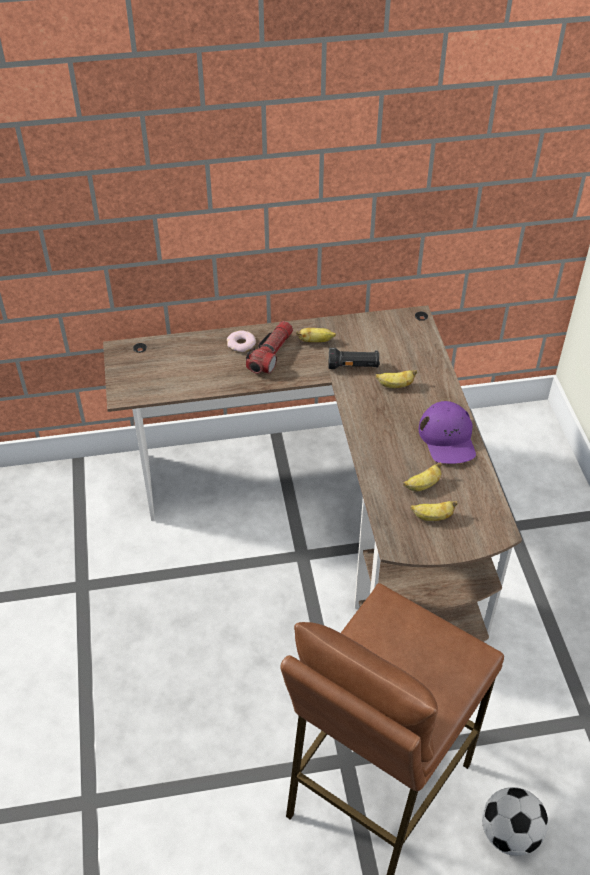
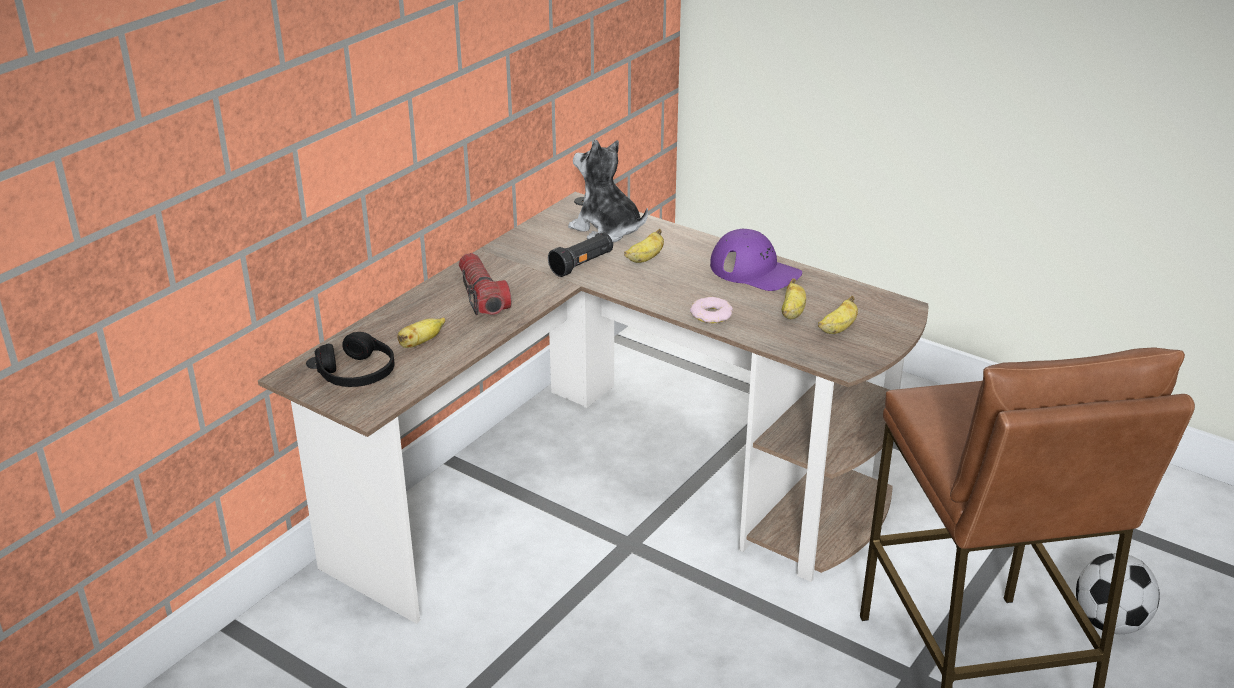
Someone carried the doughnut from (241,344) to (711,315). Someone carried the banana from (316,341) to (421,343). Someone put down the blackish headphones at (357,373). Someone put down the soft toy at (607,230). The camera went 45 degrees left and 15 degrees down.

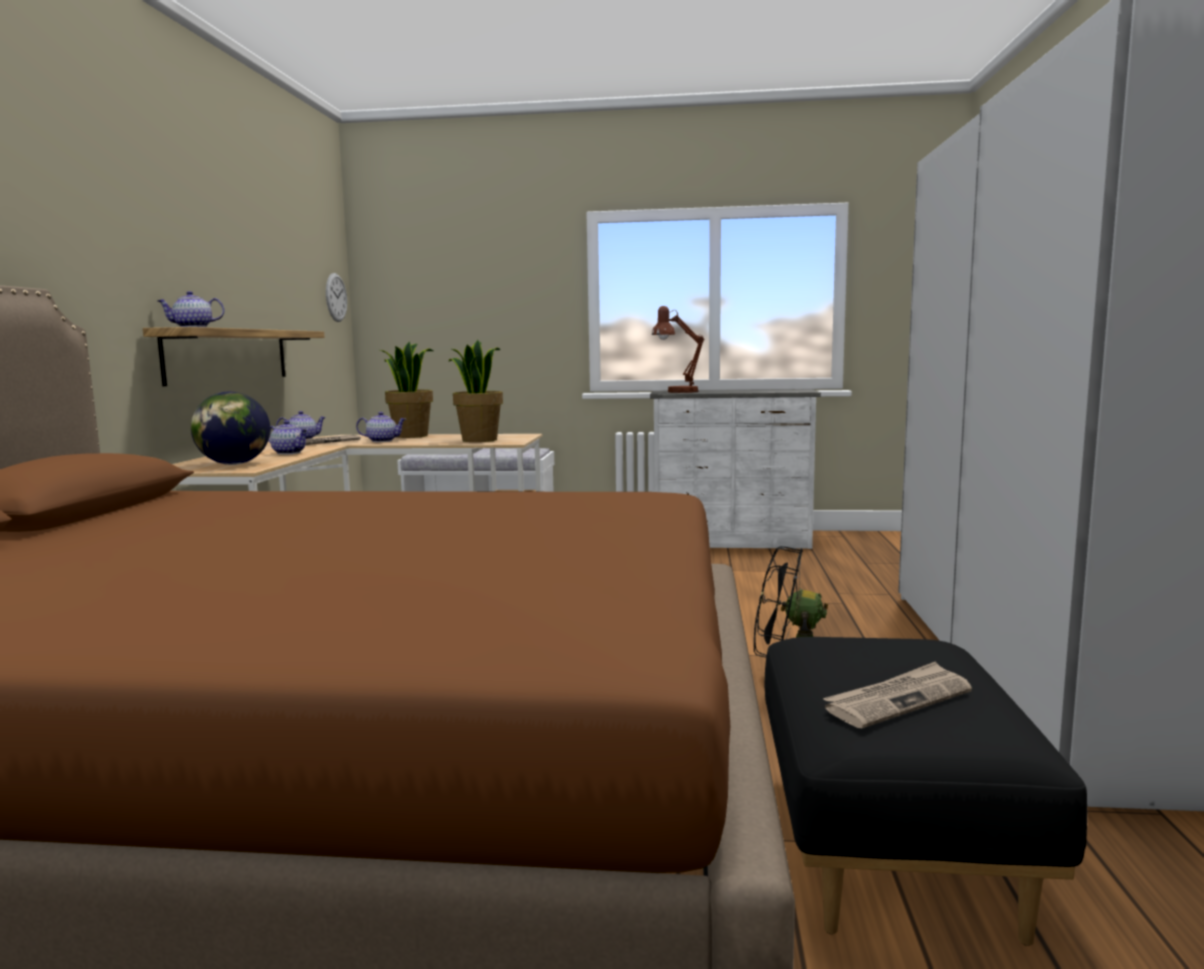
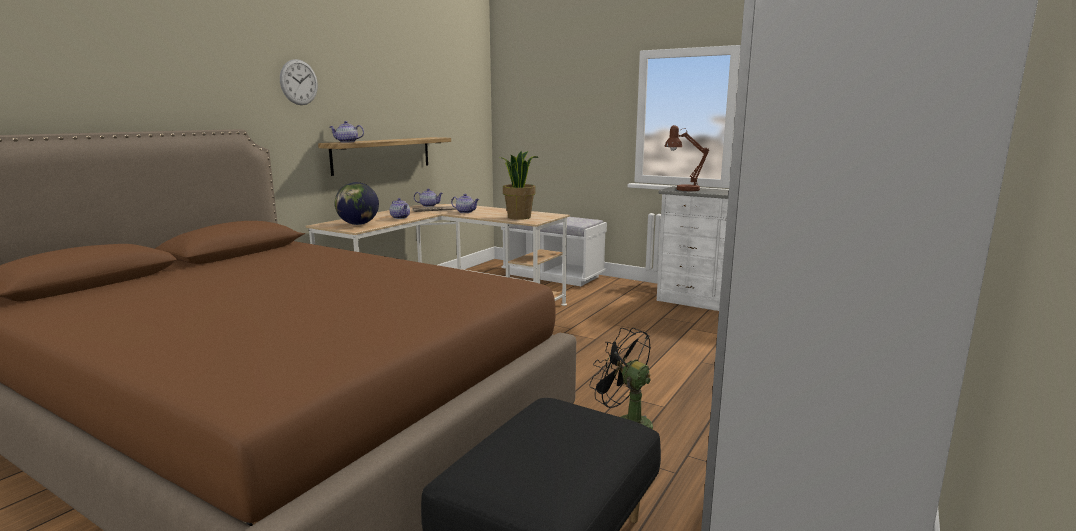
Someone carried the wall clock from (336,297) to (299,82). Someone took away the potted plant at (410,436). Someone took away the newspaper at (898,699). The camera went 25 degrees right and 5 degrees up.

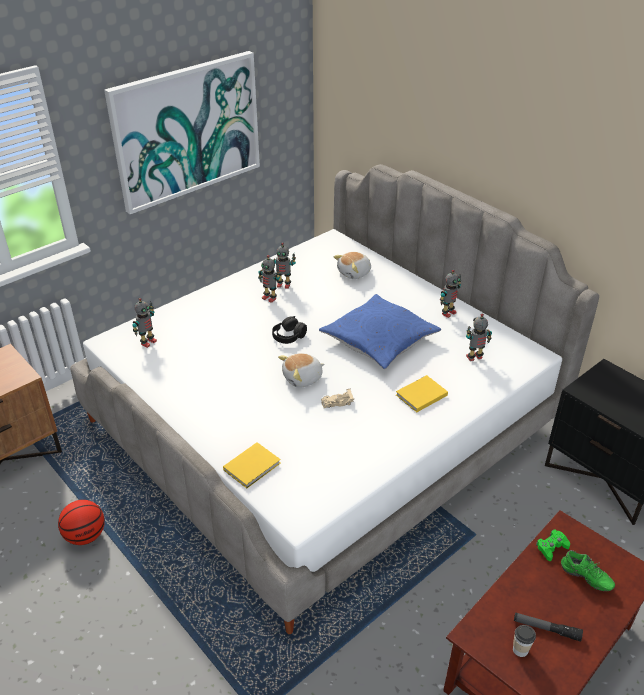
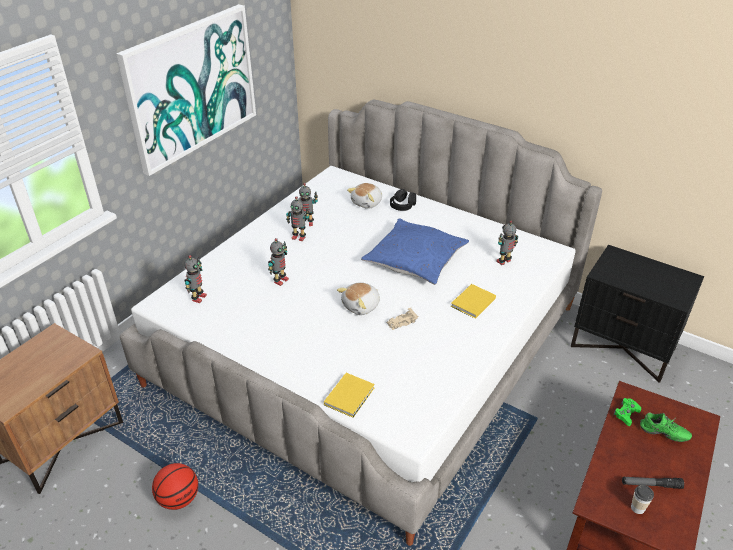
Someone carried the blackish headphones from (289,336) to (402,205). Someone carried the toy robot from (448,313) to (280,280). The camera went 15 degrees left and 0 degrees up.

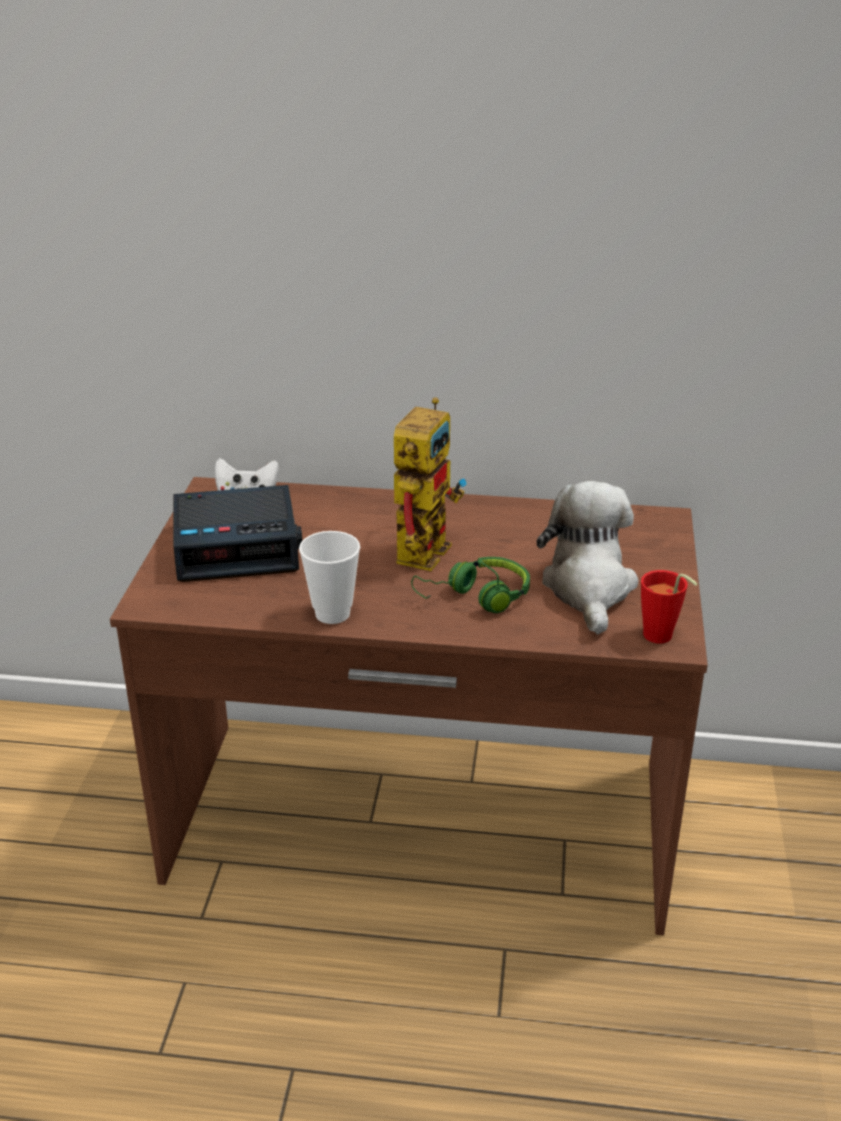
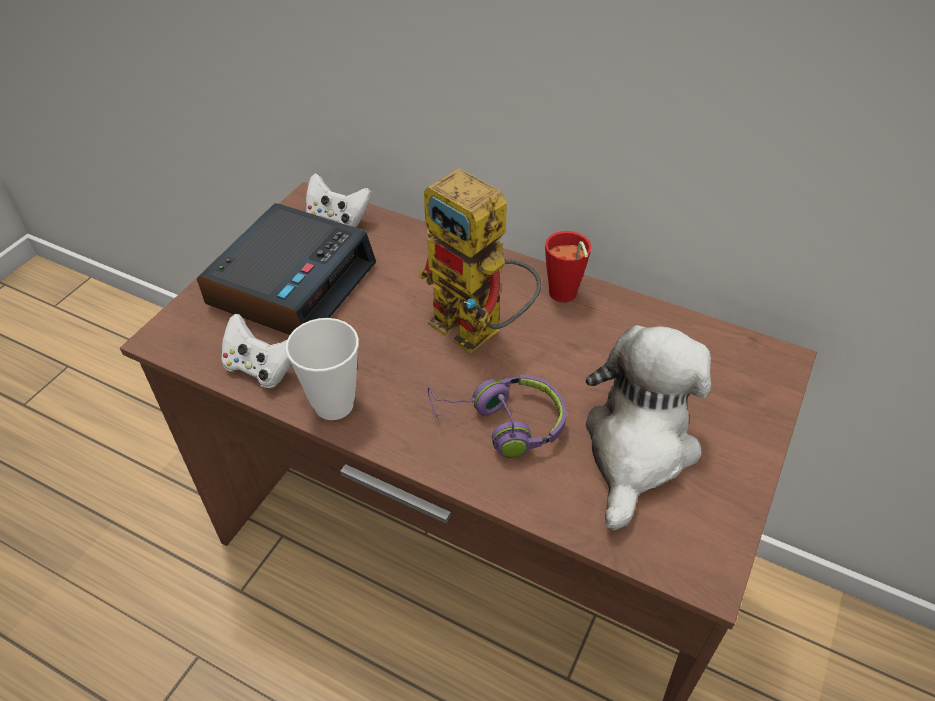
Someone rotated the alarm clock at (238,546) by 75 degrees counterclockwise. Someone rotated the toy robot at (423,546) by 90 degrees clockwise. Someone repainted the greenish headphones at (476,597), which became the purple headphones at (501,424). Someone carried the reddish small cup from (661,638) to (564,297). Someone put down the white joypad at (261,368). The camera went 20 degrees right and 15 degrees up.

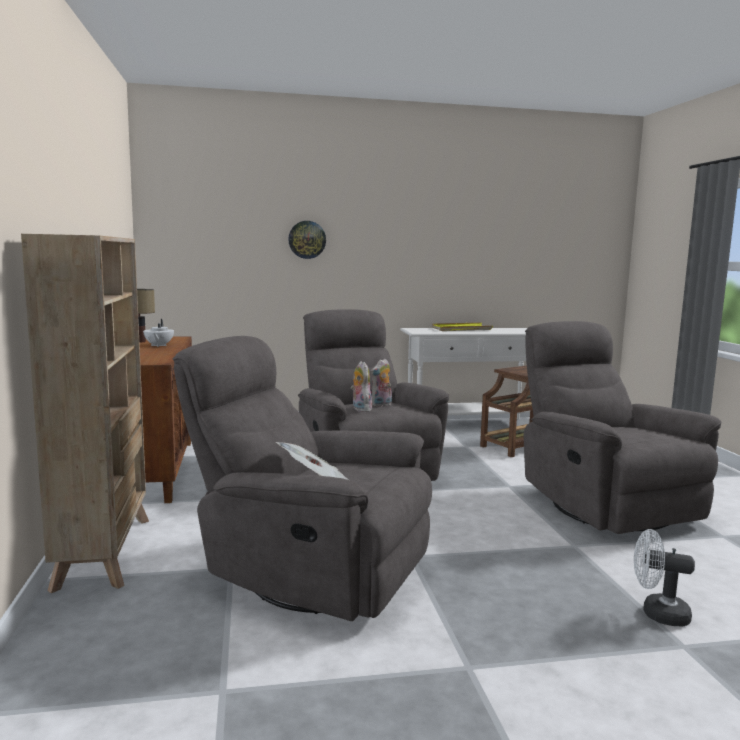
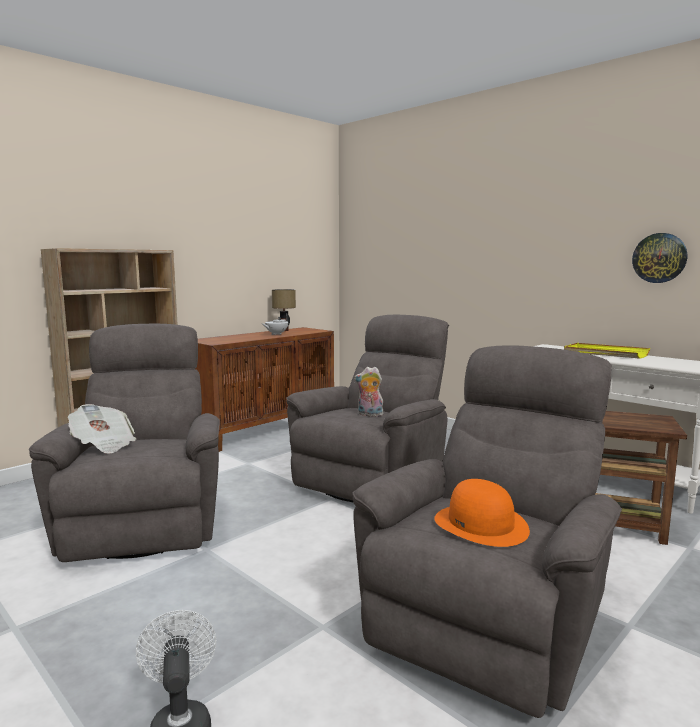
Someone carried the wall clock from (307,239) to (659,258). Someone took away the soft toy at (360,409). Someone put down the orange-coloured hat at (481,524). The camera went 55 degrees right and 0 degrees up.

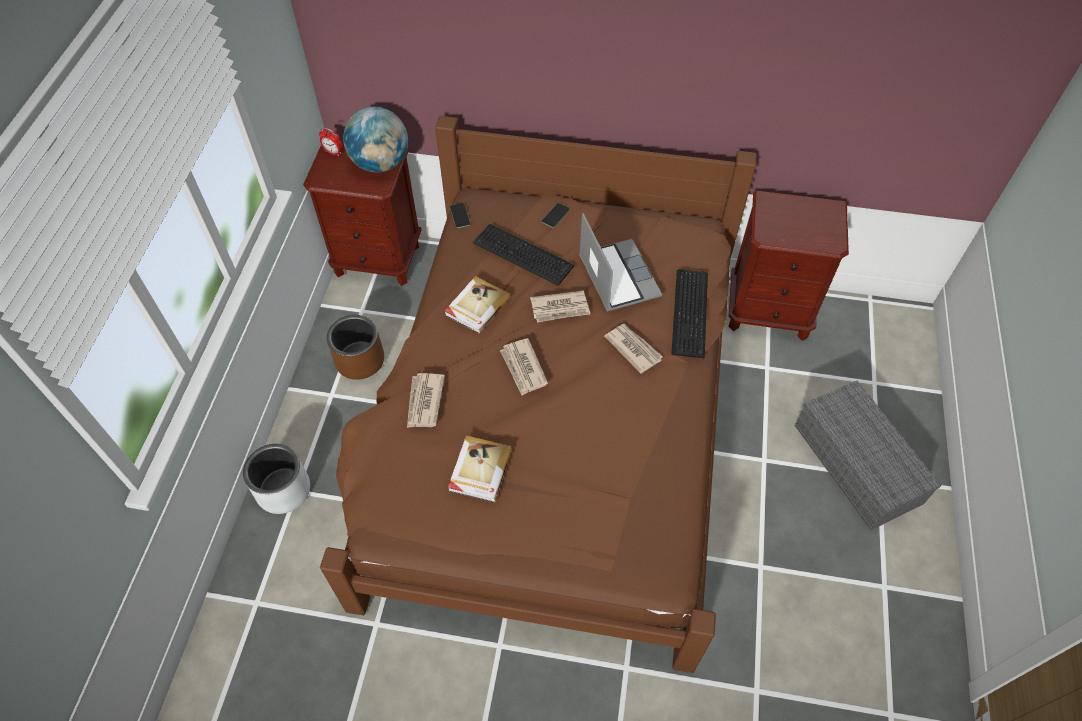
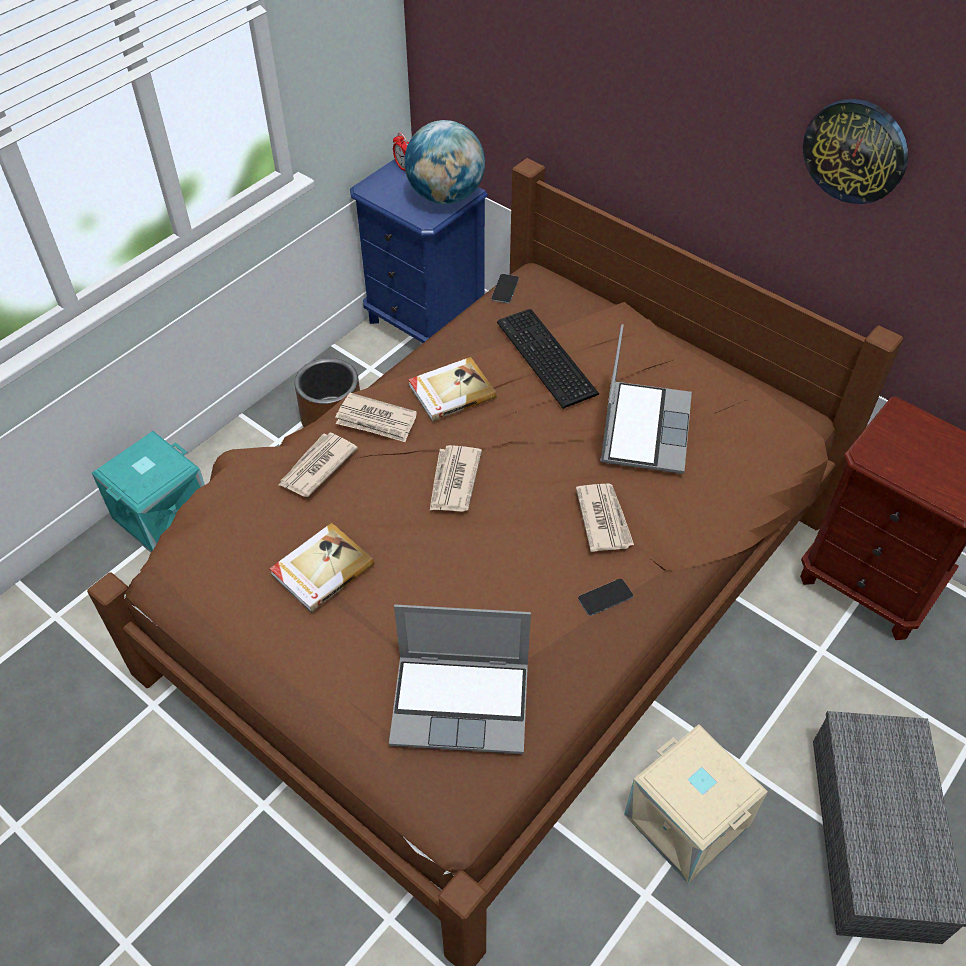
Someone swapped the gray flower pot at (283,489) for the turquoise-coloured storage bin at (162,515). Someone repainted the brownish bedside table at (377,259), which became the blue bedside table at (424,322). Someone carried the newspaper from (560,308) to (376,421). Someone carried the telephone from (555,215) to (605,597). Someone took away the PC keyboard at (692,312). Someone put down the laptop at (462,703). Someone put down the beige-coloured storage bin at (684,821). Someone put up the wall clock at (855,151). The camera went 30 degrees right and 5 degrees down.

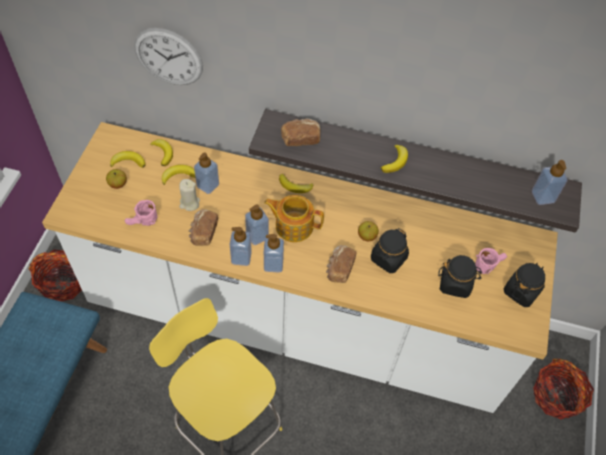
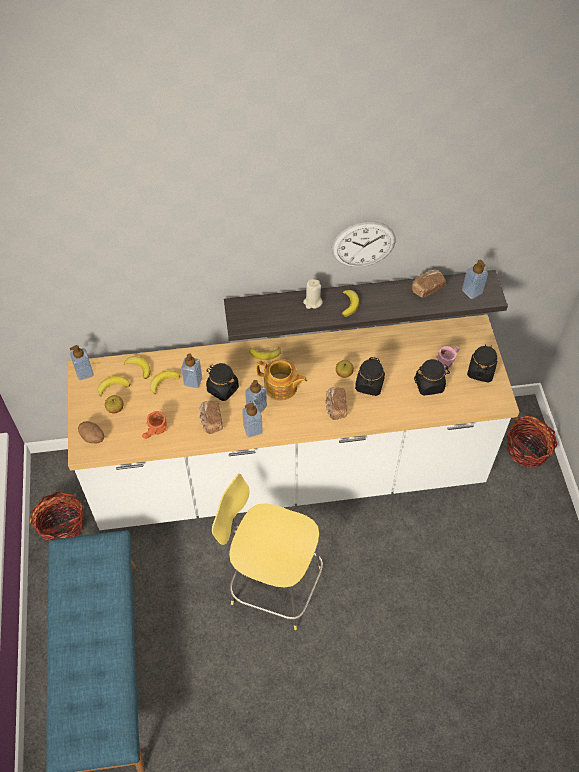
Someone repainted the pink mug at (143,223), which became the orange-coloured mug at (155,432). Someone carried the wall clock from (168,57) to (363,244). Someone carried the beige-coloured wax light from (189,203) to (312,302). Someone rotated the tea pot at (293,225) by 150 degrees counterclockwise. Someone carried the liquid soap bottle from (273,264) to (84,373). Someone carried the bakery bread from (300,138) to (426,288). Someone put down the spud at (93,437). Someone put down the blackish preserve jar at (222,389). The camera went 20 degrees left and 0 degrees up.

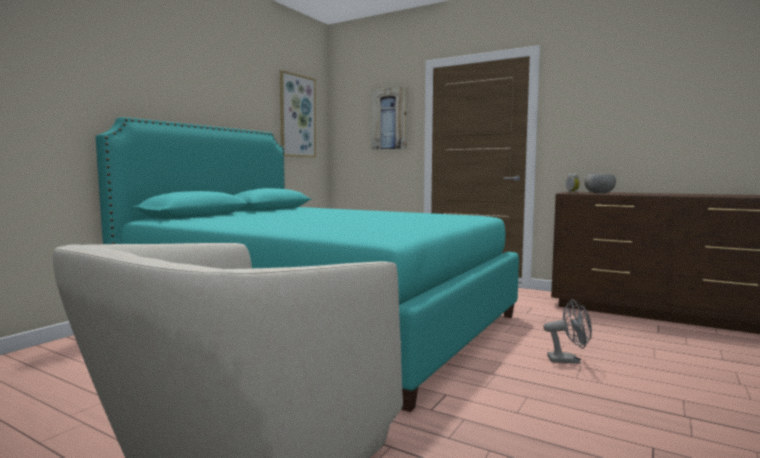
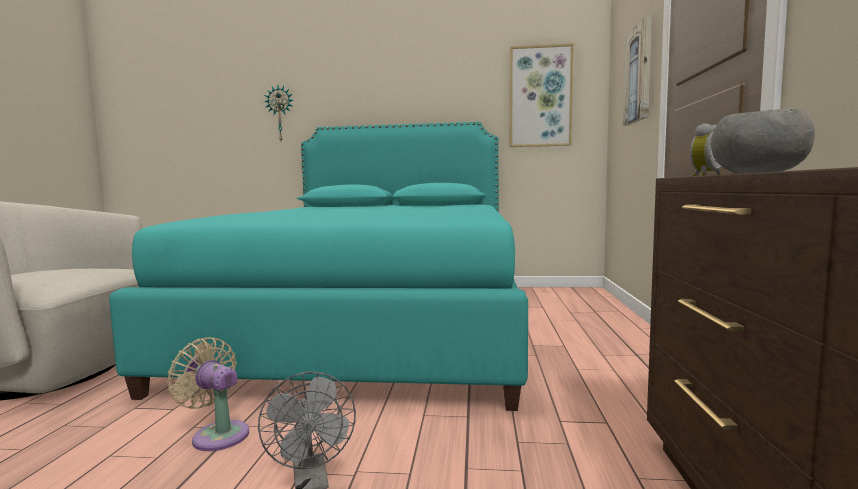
Someone put down the beige-coloured fan at (217,434). Someone put up the wall clock at (280,114). The camera went 65 degrees right and 0 degrees up.

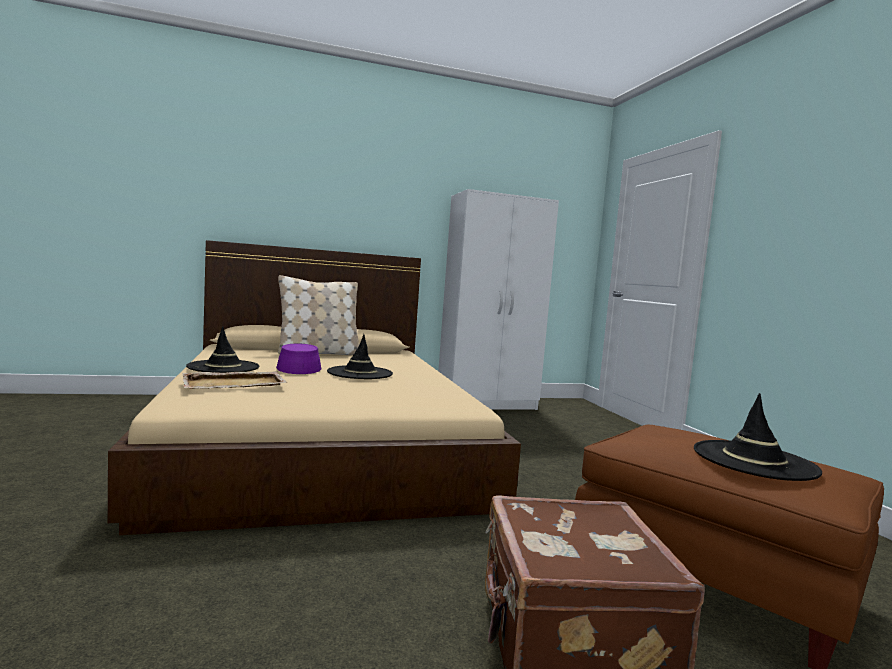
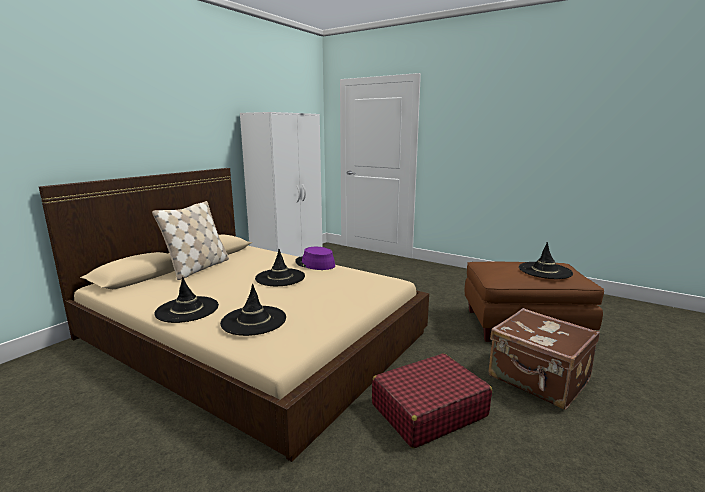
Someone swapped the beige-coloured carrying tray at (235,383) for the blackish hat at (253,320). Someone carried the purple hat from (298,368) to (315,264). Someone put down the reddish travel case at (428,410). The camera went 40 degrees left and 10 degrees up.

